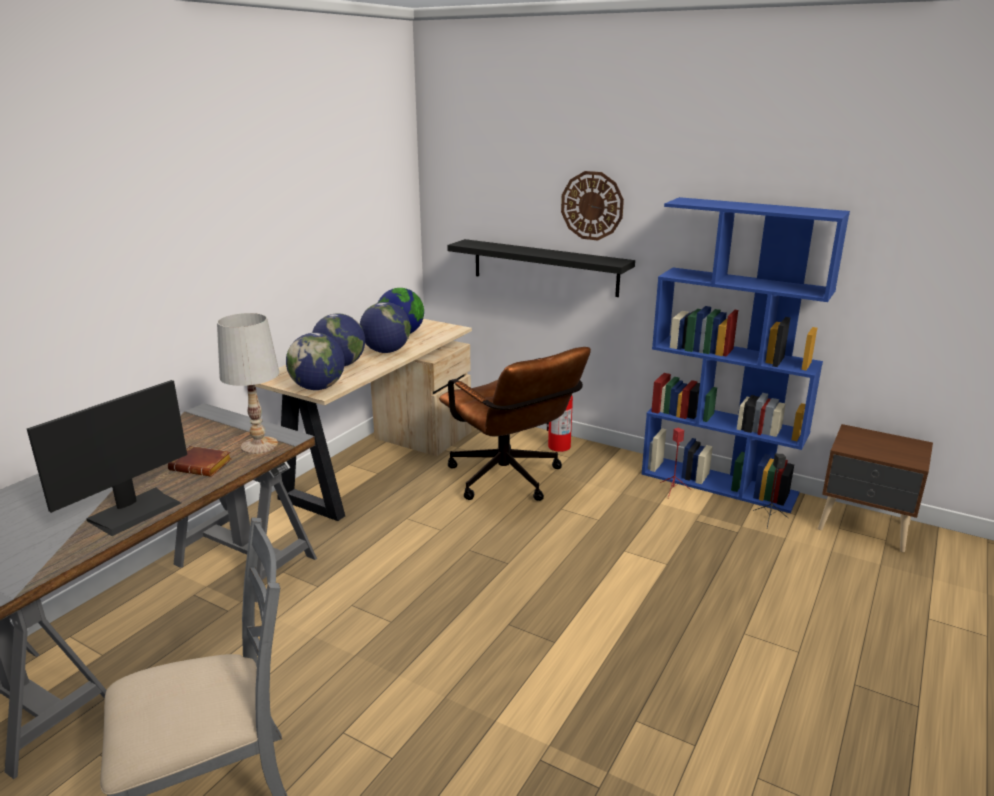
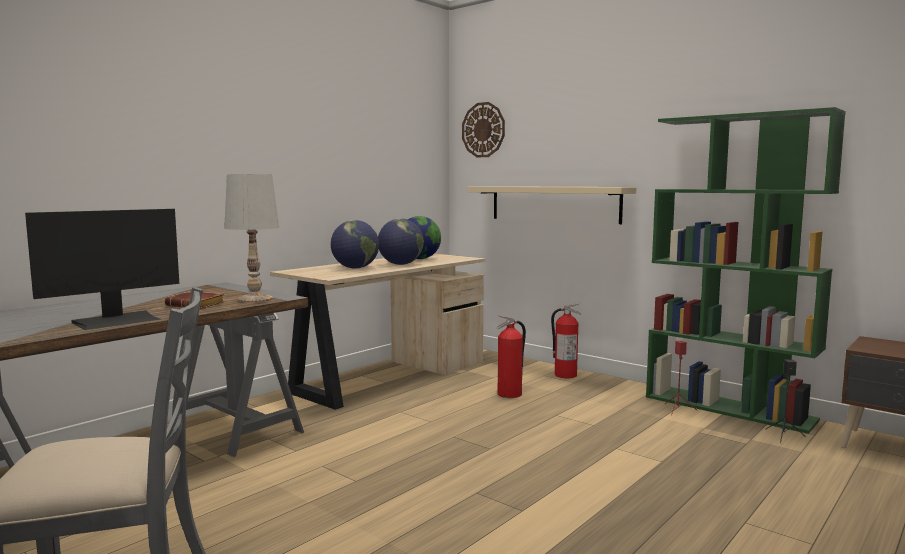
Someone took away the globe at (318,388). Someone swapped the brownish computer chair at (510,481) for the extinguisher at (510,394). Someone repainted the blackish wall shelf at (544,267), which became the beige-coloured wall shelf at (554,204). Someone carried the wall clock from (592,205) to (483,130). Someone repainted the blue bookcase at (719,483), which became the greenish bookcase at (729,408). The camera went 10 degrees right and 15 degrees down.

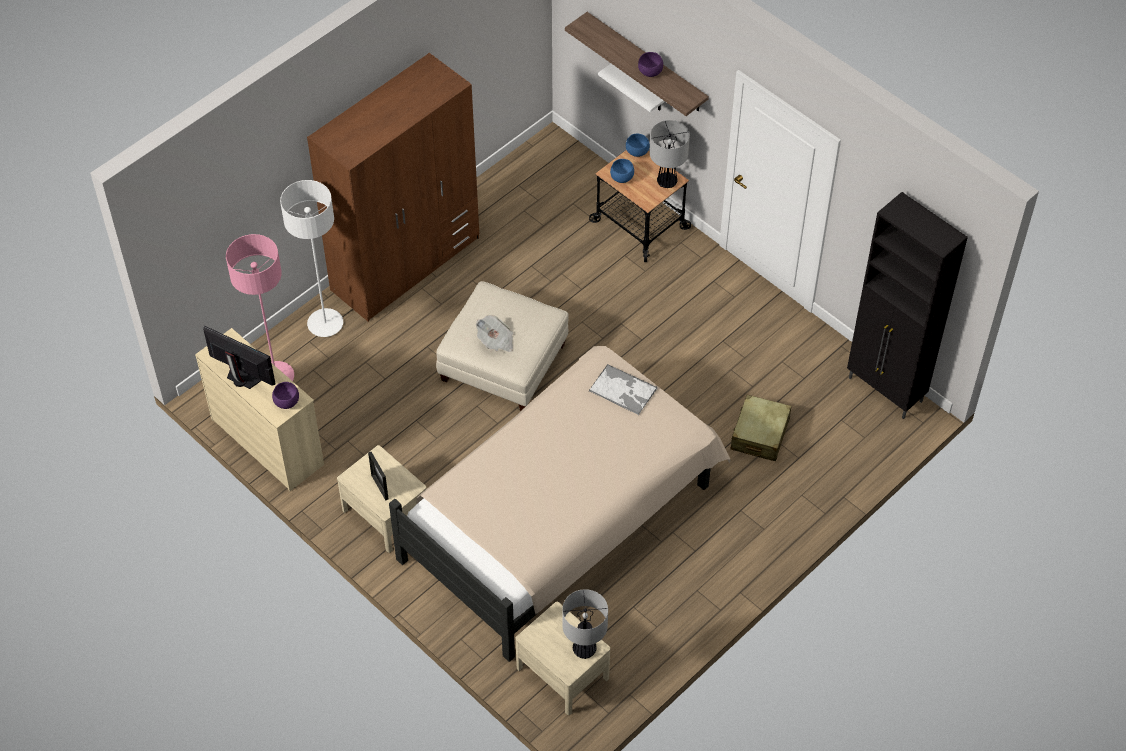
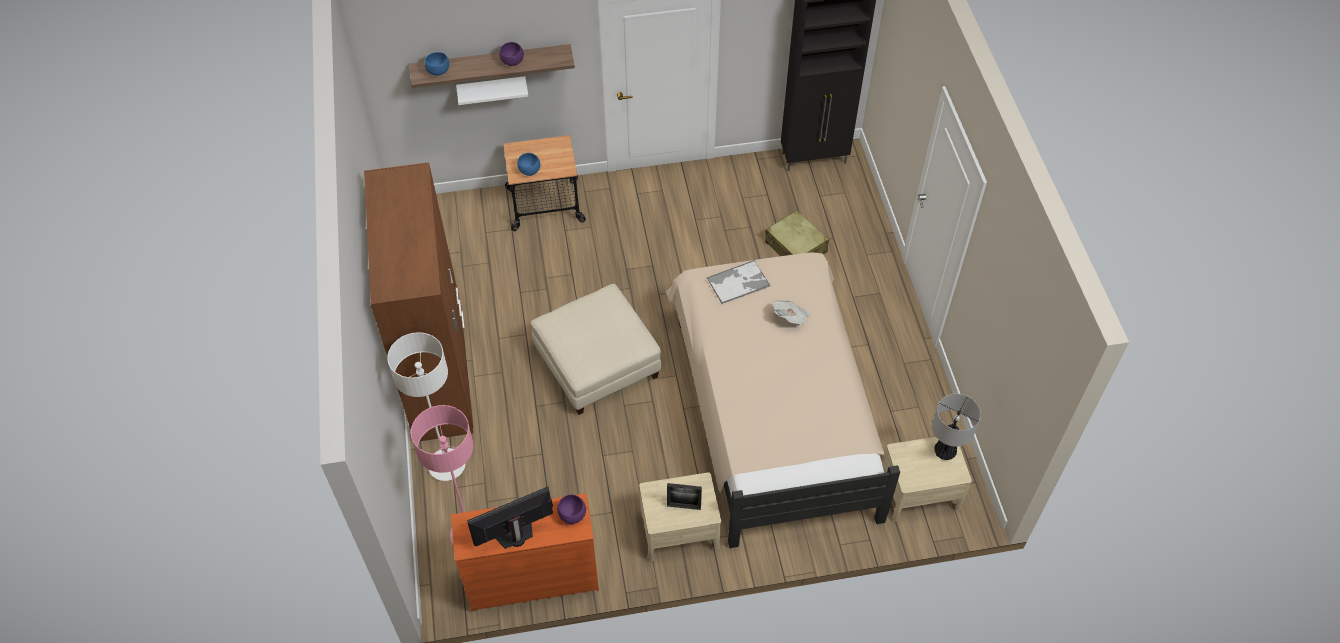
Someone repainted the beige-coloured dresser at (268,441), which became the orange-coloured dresser at (532,578). Someone carried the newspaper from (496,341) to (791,318). Someone carried the blue deep dish from (637,152) to (438,71). Someone took away the tabletop lamp at (667,182). The camera went 55 degrees left and 0 degrees up.

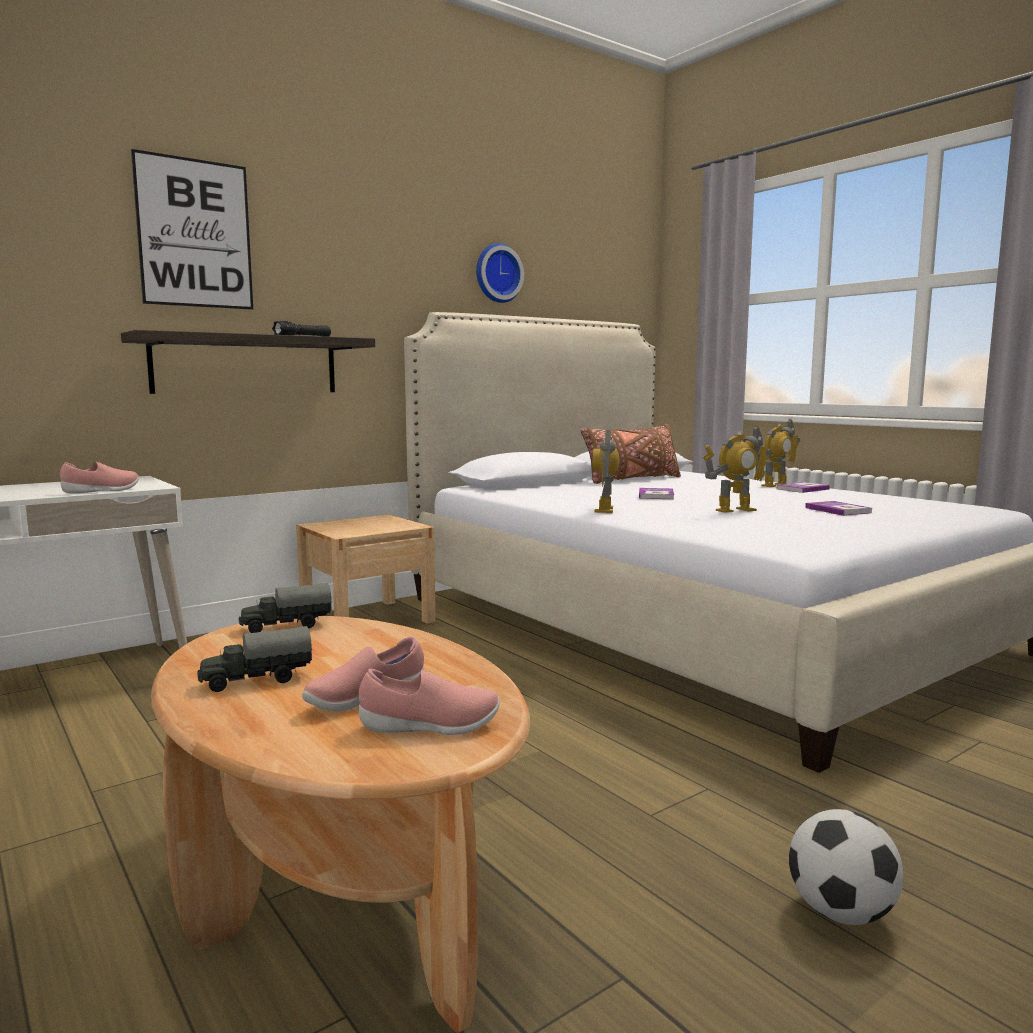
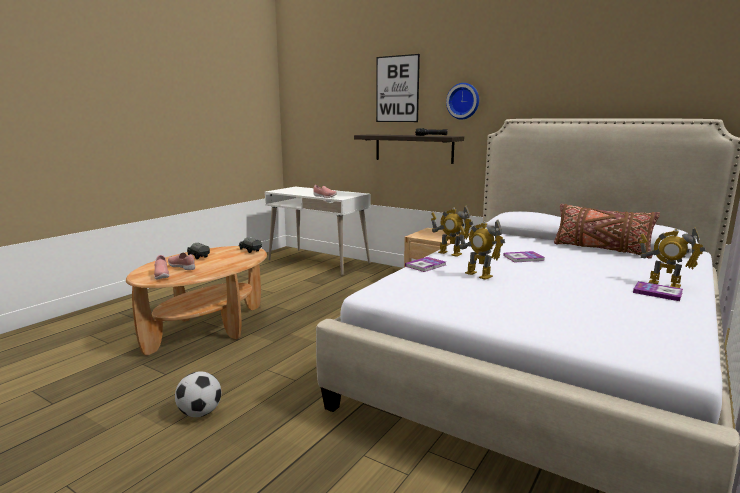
Someone carried the wall clock from (497,273) to (463,101). Someone rotated the toy robot at (605,510) by 135 degrees counterclockwise. Someone carried the bound book from (838,510) to (425,265). The camera went 70 degrees right and 5 degrees up.

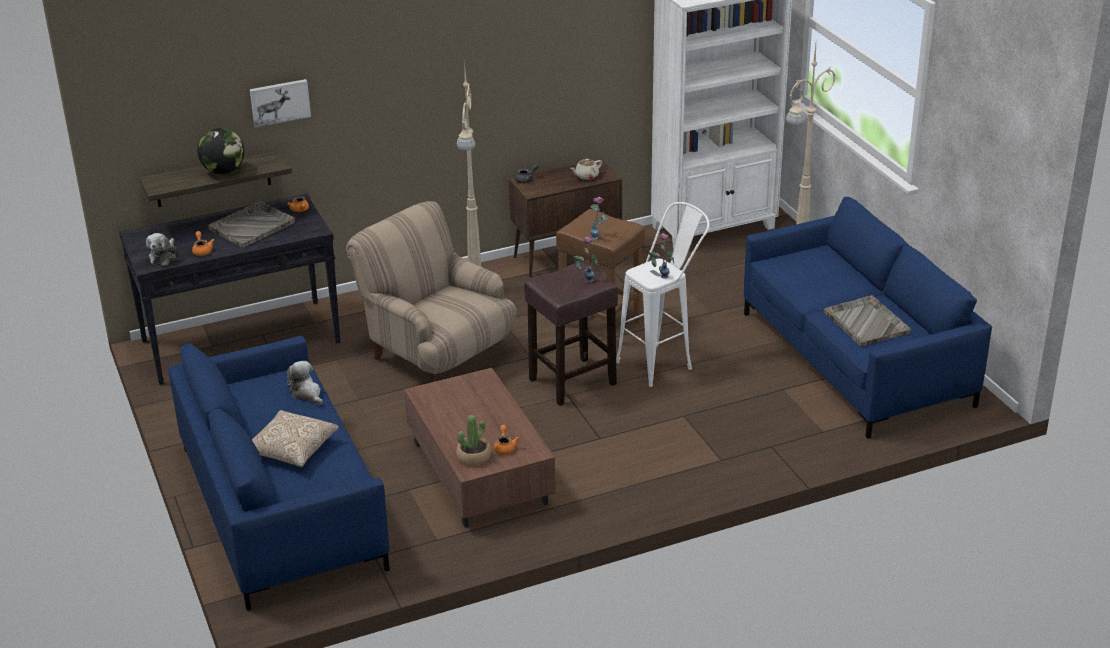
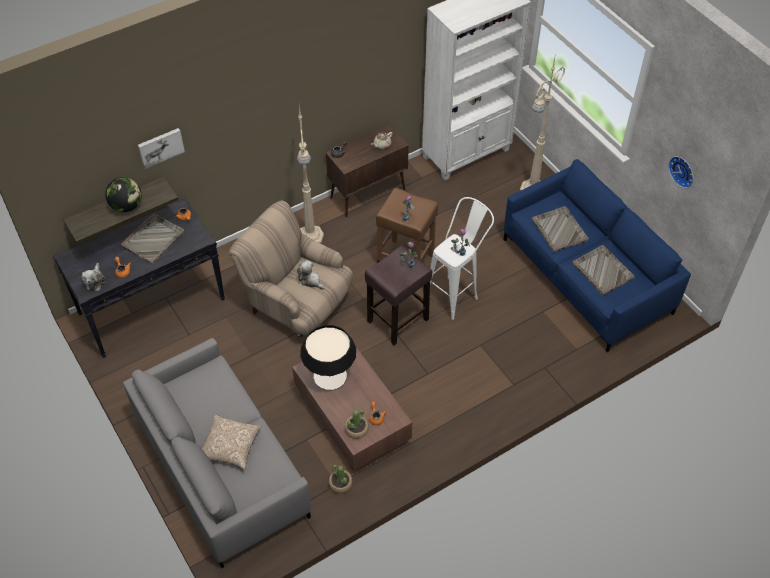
Someone repainted the blue sofa at (282,506), which became the gray sofa at (222,467). Someone carried the soft toy from (307,394) to (310,280). Someone put down the tabletop lamp at (330,376). Someone put down the potted plant at (340,483). Someone put down the gray carrying tray at (559,229). Someone put up the wall clock at (683,171). The camera went 10 degrees left and 20 degrees up.

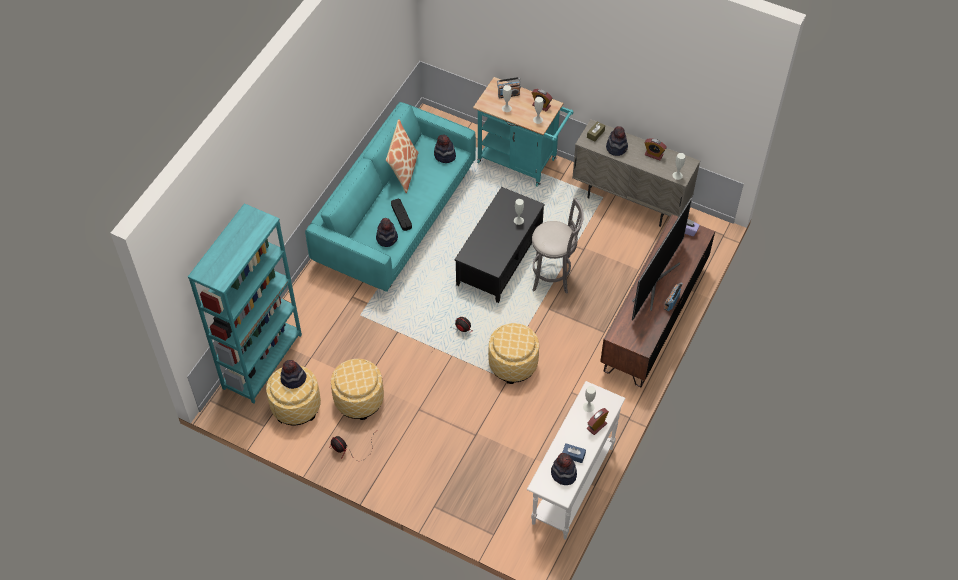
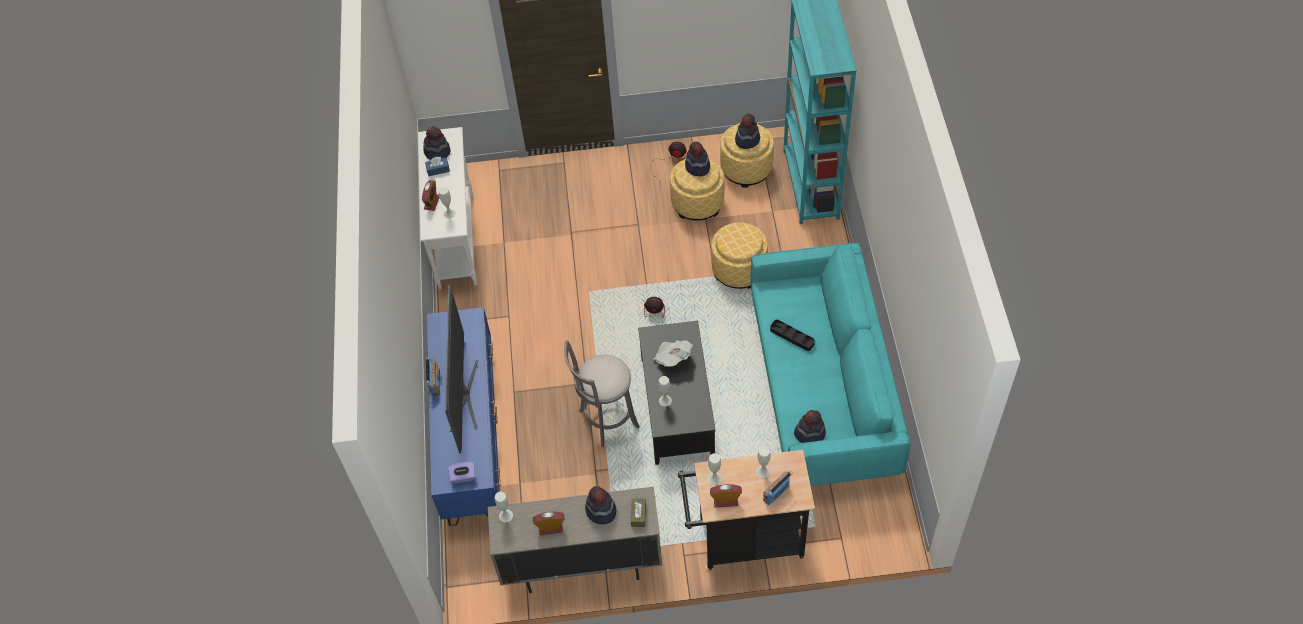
Someone carried the hat from (387,238) to (697,167). Someone took away the cushion at (403,171). Someone repainted the turquoise-coloured wheeled cart at (521,162), which became the blackish wheeled cart at (744,540). Someone carried the footrest from (513,364) to (739,269). Someone repainted the brownish tv stand at (653,319), which became the blue tv stand at (471,435). Someone put down the newspaper at (673,357). The camera went 150 degrees right and 0 degrees up.

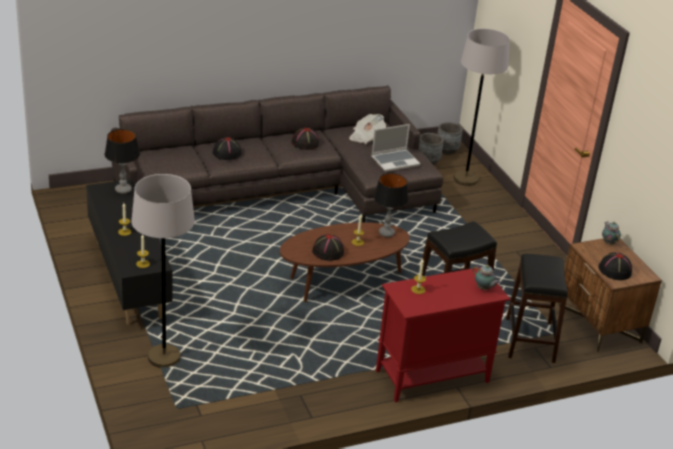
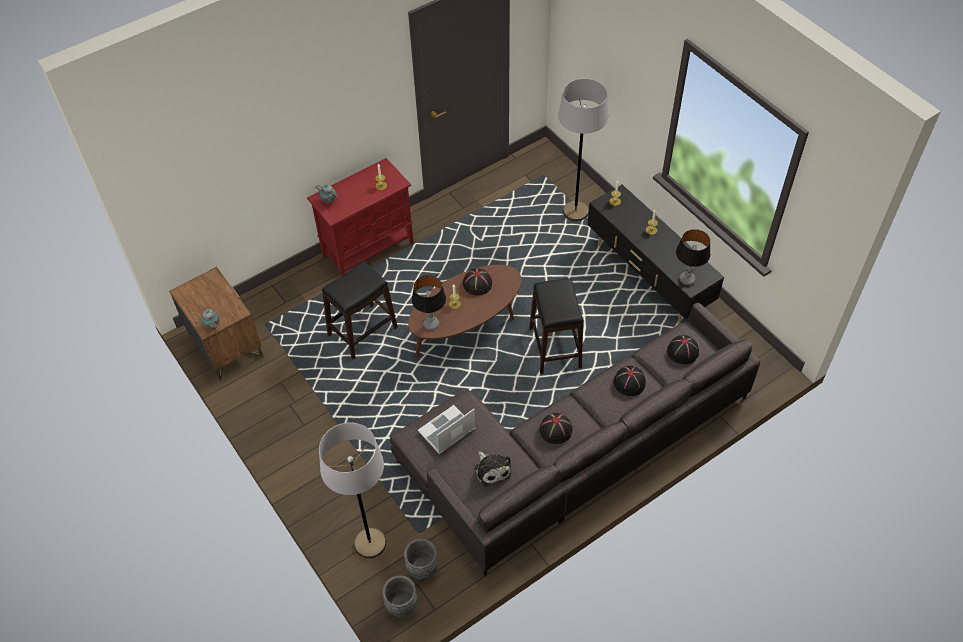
Someone swapped the newspaper at (366,137) for the soft toy at (492,469). Someone carried the blackish stool from (530,340) to (554,348). Someone carried the blackish hat from (614,270) to (683,351). The camera went 170 degrees right and 20 degrees up.

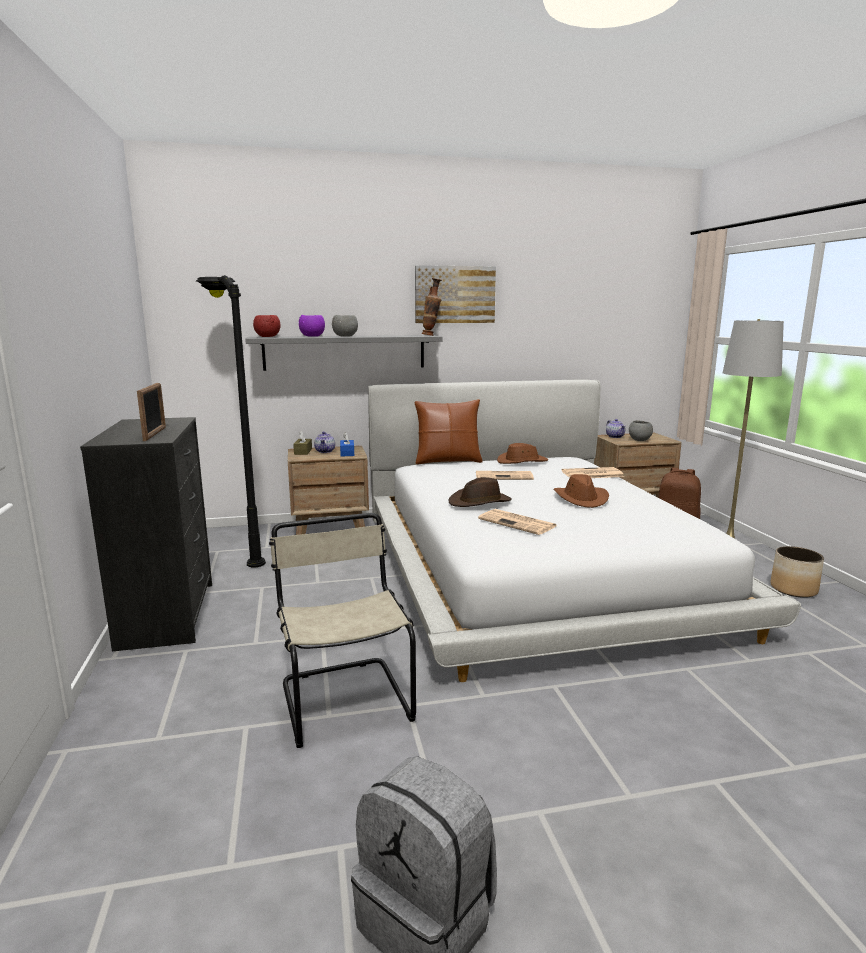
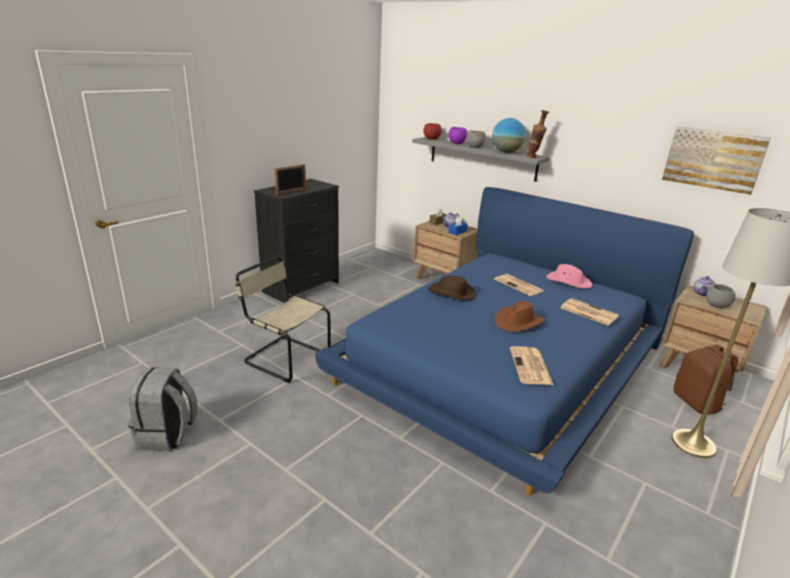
Someone took away the blackish standing lamp at (243,545). Someone rotated the beige-coloured chair at (344,698) by 90 degrees counterclockwise. Someone repainted the white bedroom bed at (533,566), which became the blue bedroom bed at (502,360). Someone carried the wall picture from (454,294) to (713,159). Someone took away the brownish cushion at (448,461). Someone carried the newspaper from (518,523) to (531,367). Someone repainted the brownish hat at (522,461), which became the pink hat at (568,281). Someone took away the flower pot at (793,589). Someone put down the globe at (506,152). The camera went 50 degrees right and 10 degrees up.

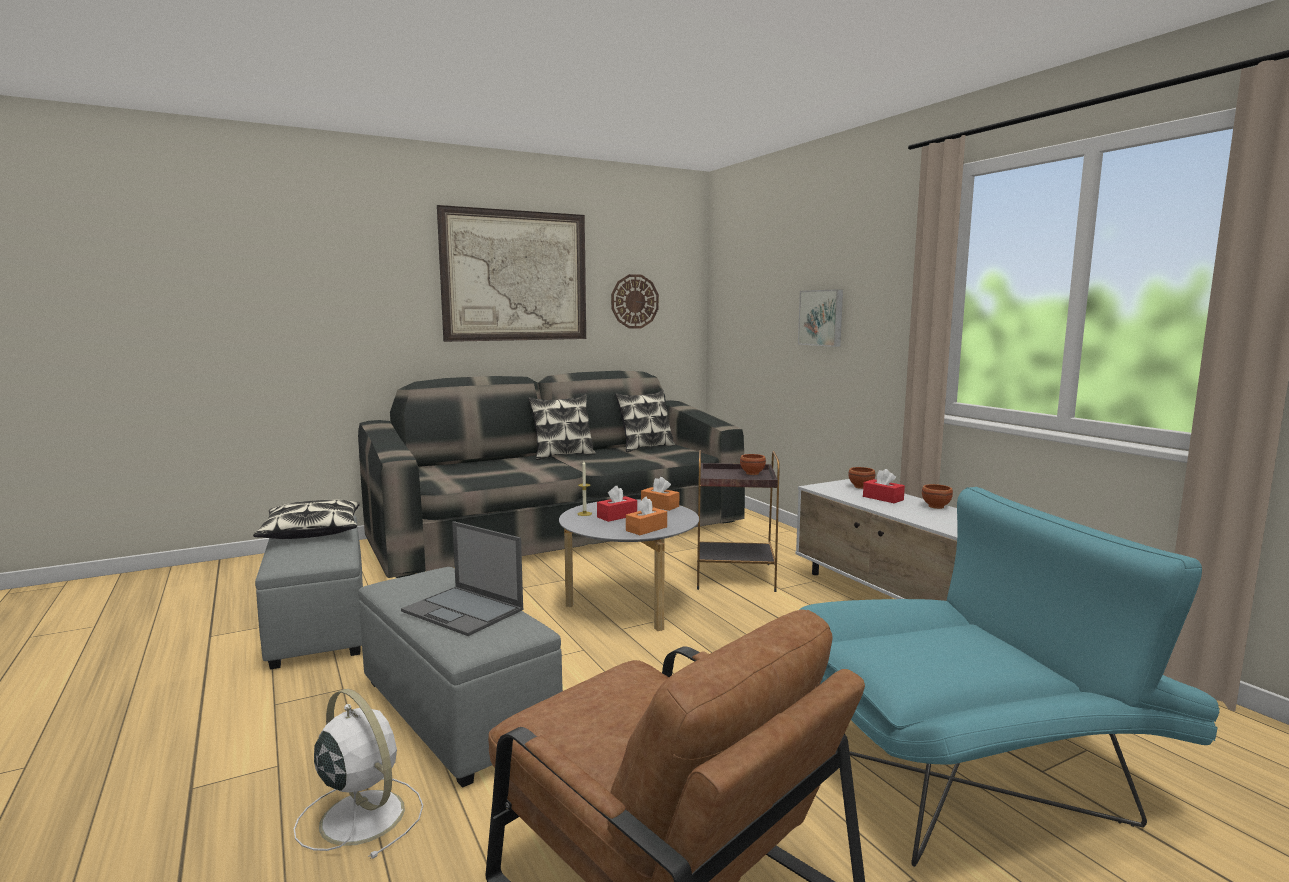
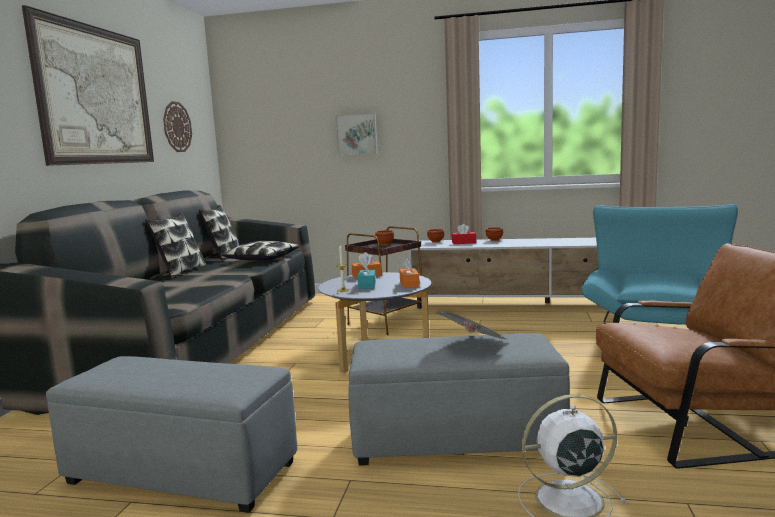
Someone carried the cushion from (312,532) to (261,259). Someone swapped the laptop at (464,611) for the newspaper at (474,345). Someone repainted the reddish tissue box at (617,516), which became the turquoise-coloured tissue box at (367,285). The camera went 50 degrees left and 0 degrees up.

